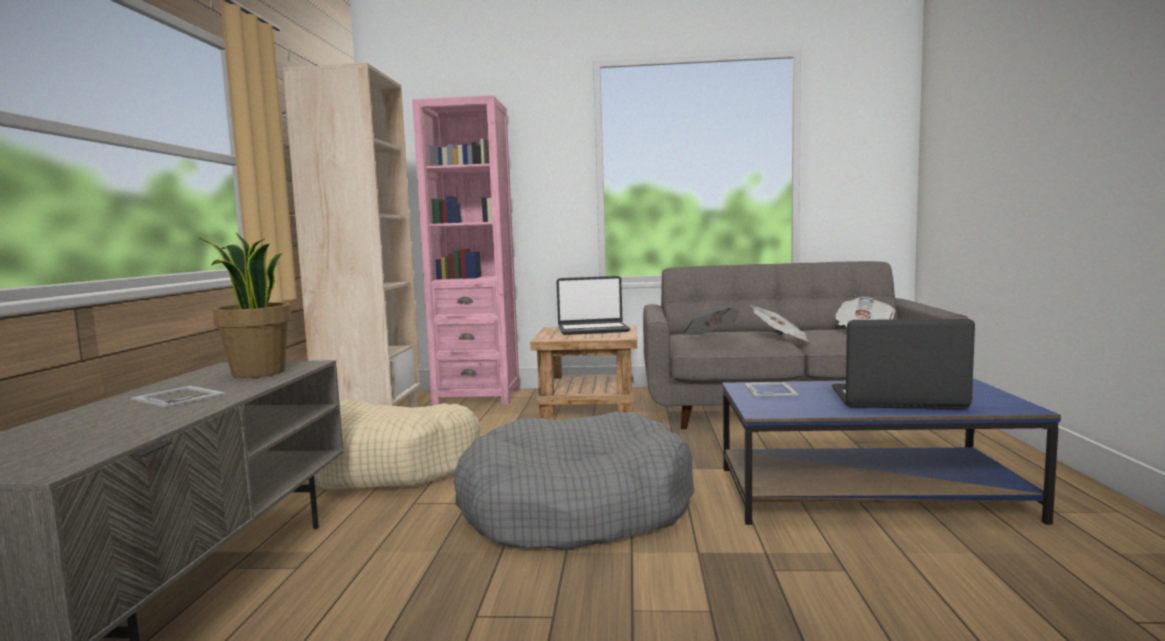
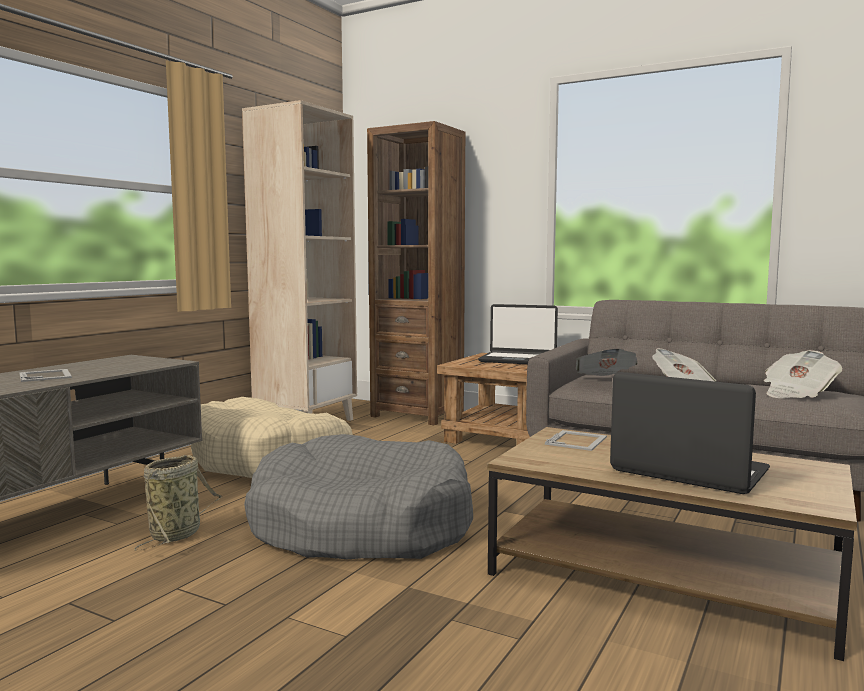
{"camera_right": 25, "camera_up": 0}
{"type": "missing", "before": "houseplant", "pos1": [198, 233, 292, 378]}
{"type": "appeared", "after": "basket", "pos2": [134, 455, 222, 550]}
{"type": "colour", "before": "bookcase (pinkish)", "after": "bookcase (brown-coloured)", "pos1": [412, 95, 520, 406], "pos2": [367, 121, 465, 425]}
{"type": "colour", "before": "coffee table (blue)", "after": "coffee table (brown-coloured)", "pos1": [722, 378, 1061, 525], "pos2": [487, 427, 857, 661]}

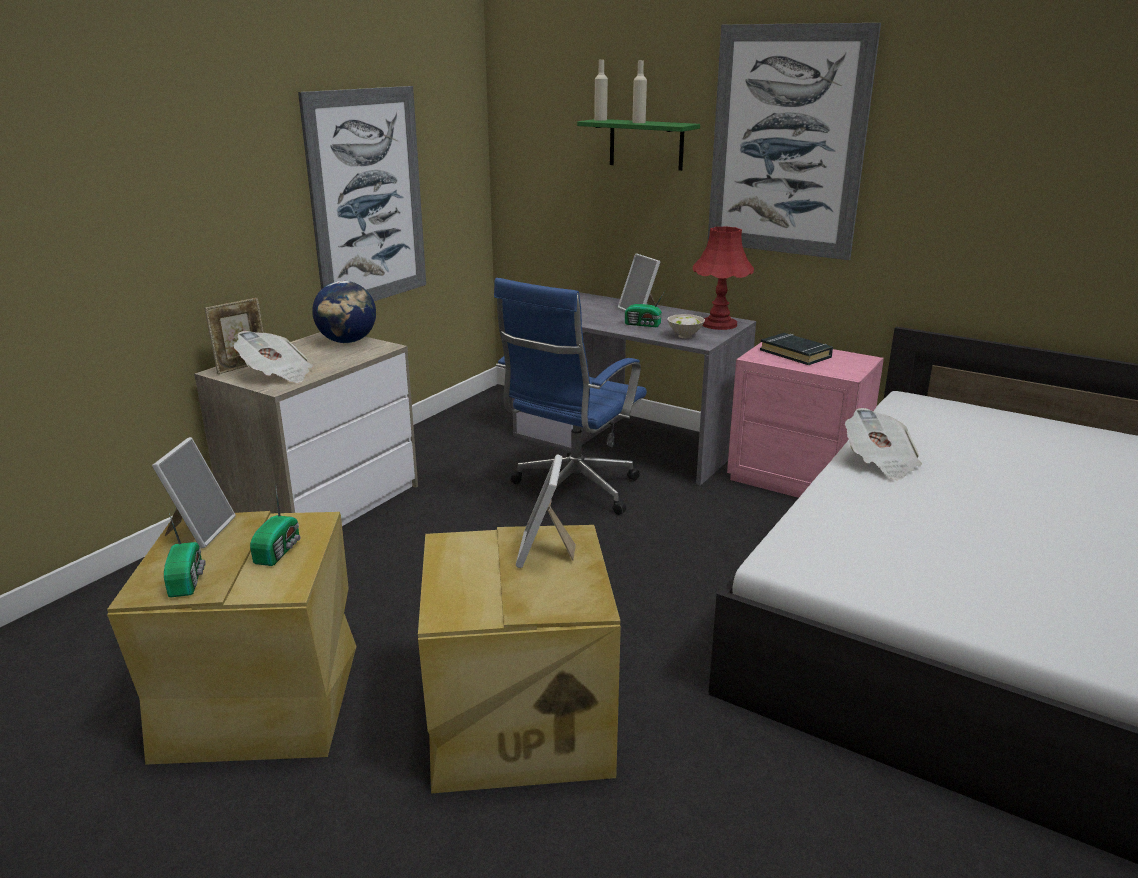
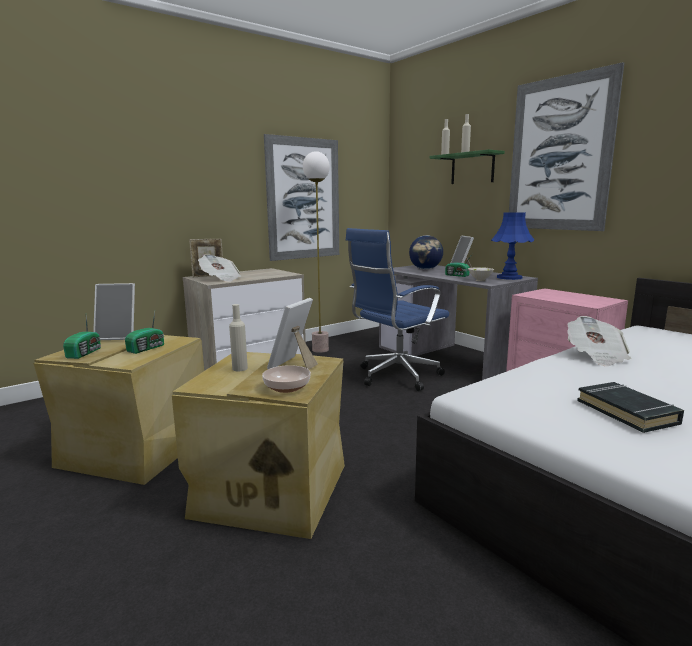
{"camera_right": 20, "camera_up": -10}
{"type": "appeared", "after": "beverage bottle (beige-coloured)", "pos2": [229, 304, 248, 371]}
{"type": "appeared", "after": "bowl", "pos2": [262, 365, 311, 393]}
{"type": "appeared", "after": "floor lamp", "pos2": [303, 151, 330, 353]}
{"type": "relocated", "before": "globe", "pos1": [312, 281, 376, 343], "pos2": [409, 235, 443, 269]}
{"type": "relocated", "before": "book (black-coloured)", "pos1": [760, 333, 833, 365], "pos2": [577, 382, 684, 433]}
{"type": "colour", "before": "lamp for a table (red-coloured)", "after": "lamp for a table (blue)", "pos1": [693, 226, 754, 330], "pos2": [491, 212, 534, 280]}
{"type": "spun", "before": "standing frame", "pos1": [152, 437, 236, 548], "pos2": [93, 283, 135, 340], "turn": 60}

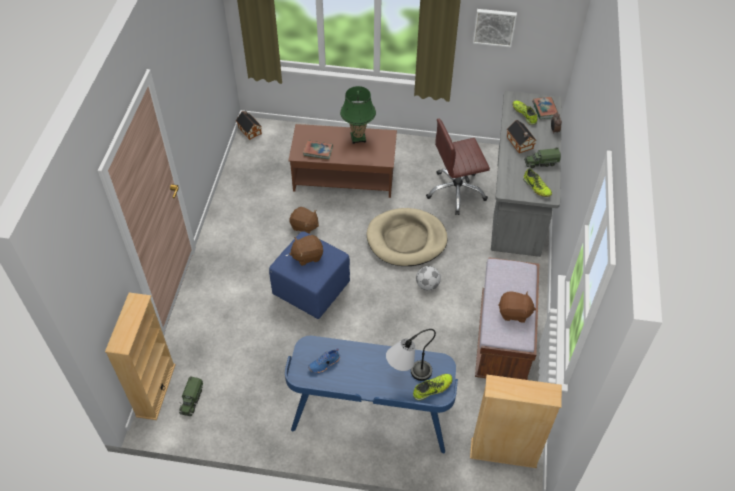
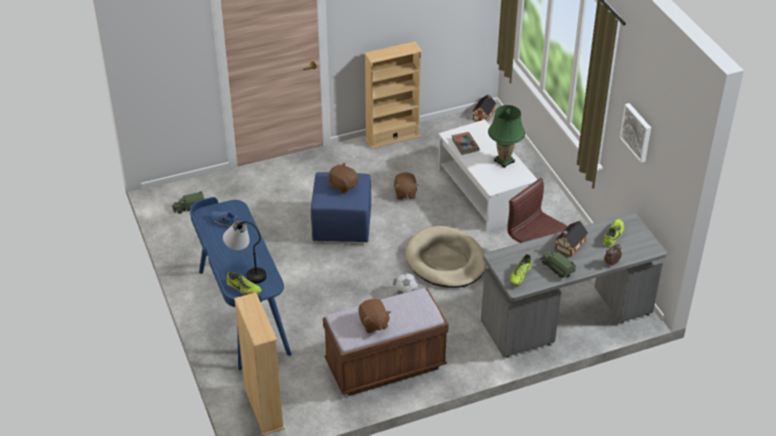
{"camera_right": 60, "camera_up": -10}
{"type": "missing", "before": "book", "pos1": [532, 97, 558, 119]}
{"type": "relocated", "before": "bookcase (beige-coloured)", "pos1": [105, 292, 176, 420], "pos2": [364, 41, 422, 149]}
{"type": "colour", "before": "coffee table (brown-coloured)", "after": "coffee table (white)", "pos1": [288, 124, 397, 198], "pos2": [438, 120, 538, 231]}

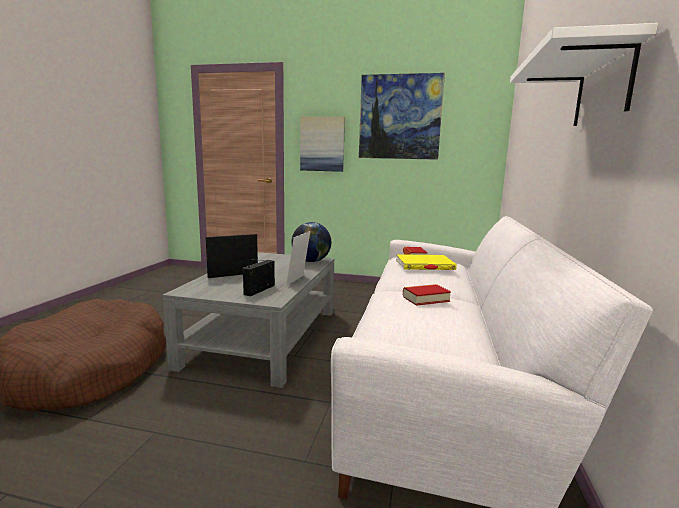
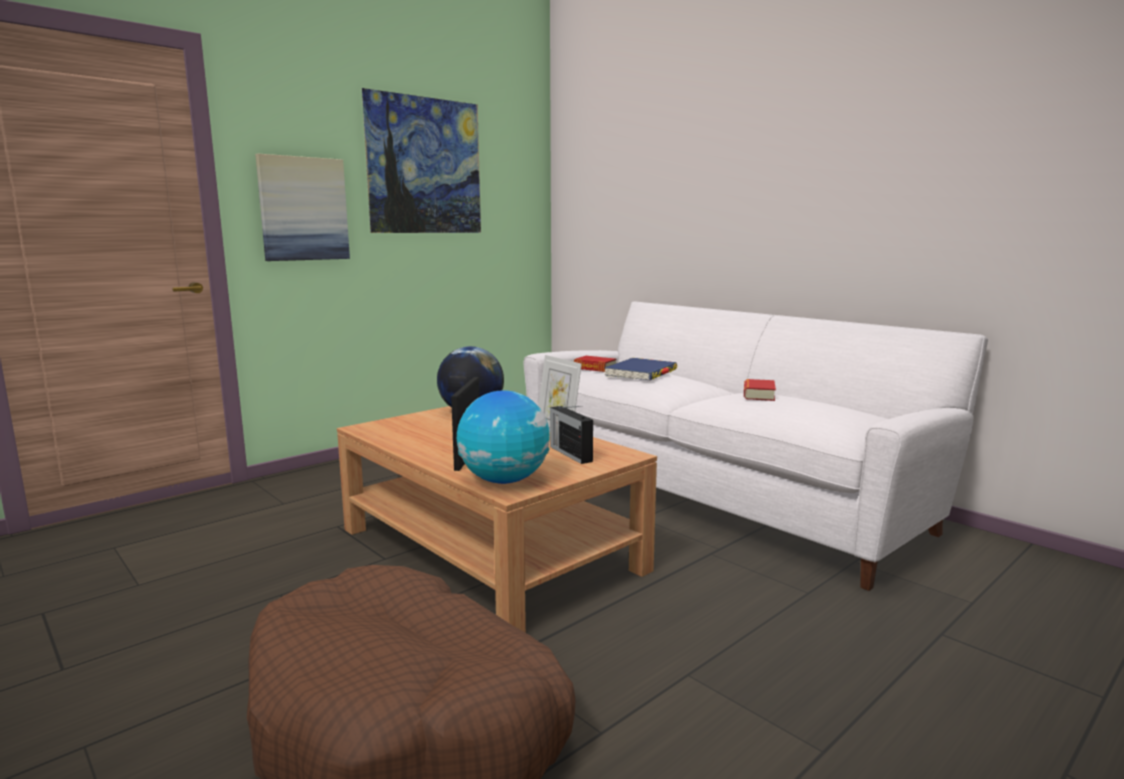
{"camera_right": -55, "camera_up": 0}
{"type": "missing", "before": "wall shelf (white)", "pos1": [510, 23, 658, 126]}
{"type": "appeared", "after": "globe", "pos2": [457, 390, 550, 484]}
{"type": "colour", "before": "coffee table (gray)", "after": "coffee table (brown-coloured)", "pos1": [162, 252, 335, 388], "pos2": [337, 406, 657, 633]}
{"type": "colour", "before": "book (yellow)", "after": "book (blue)", "pos1": [396, 254, 457, 270], "pos2": [604, 358, 677, 380]}

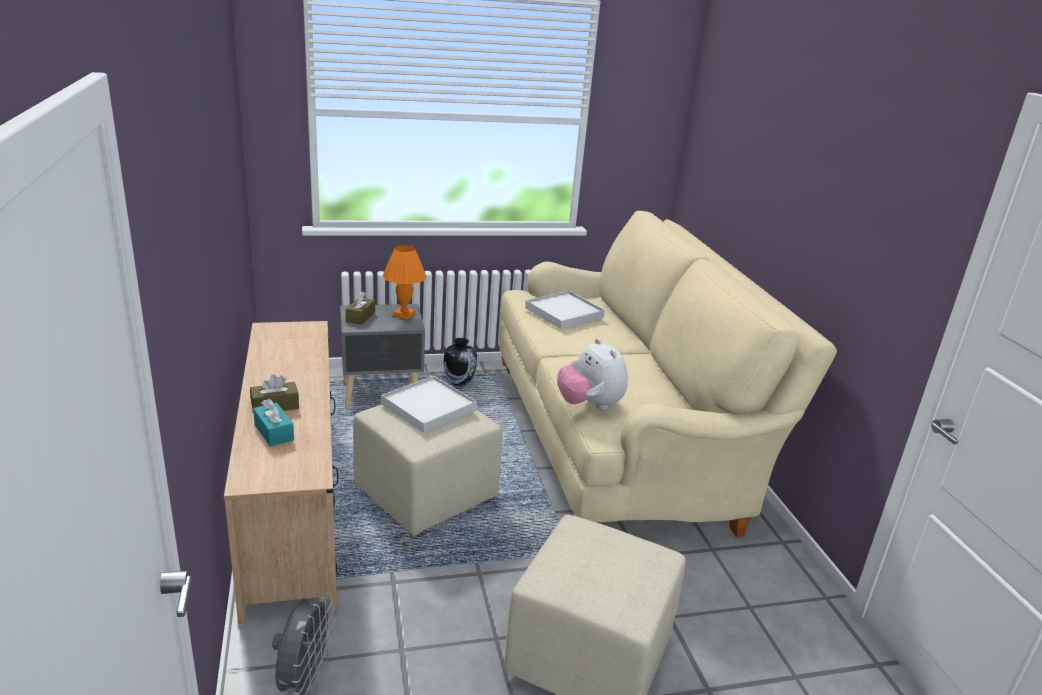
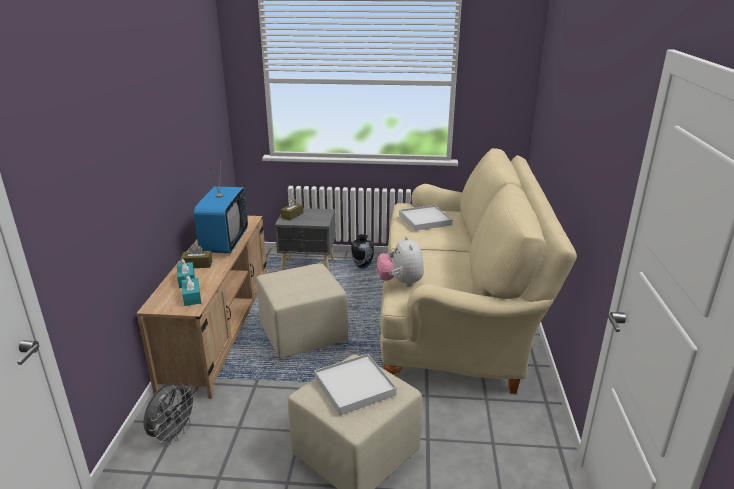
{"camera_right": 20, "camera_up": 0}
{"type": "missing", "before": "lamp for a table (orange-coloured)", "pos1": [383, 245, 426, 320]}
{"type": "appeared", "after": "box of tissues (turquoise)", "pos2": [181, 275, 201, 306]}
{"type": "appeared", "after": "TV", "pos2": [194, 159, 248, 253]}
{"type": "relocated", "before": "tray (white)", "pos1": [381, 376, 477, 433], "pos2": [314, 354, 397, 415]}

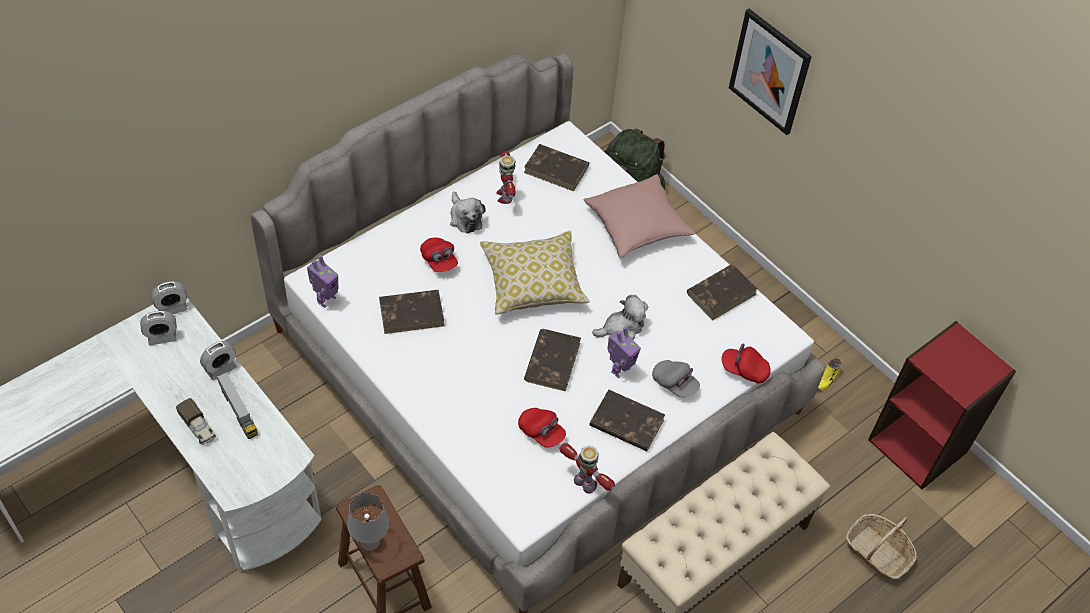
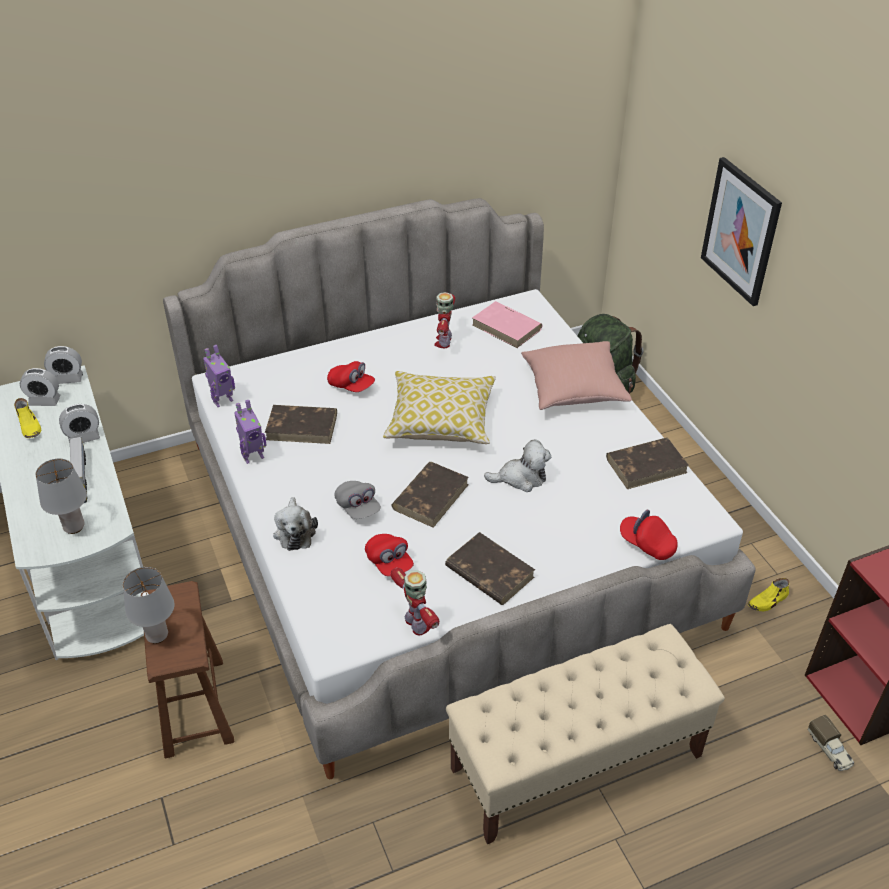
{"camera_right": 20, "camera_up": -10}
{"type": "missing", "before": "basket", "pos1": [846, 514, 917, 580]}
{"type": "appeared", "after": "shoe (yellow)", "pos2": [14, 398, 41, 438]}
{"type": "appeared", "after": "lamp for a table (gray)", "pos2": [35, 459, 87, 534]}
{"type": "relocated", "before": "model truck", "pos1": [176, 398, 216, 445], "pos2": [807, 715, 855, 771]}
{"type": "relocated", "before": "plush toy", "pos1": [450, 192, 486, 234], "pos2": [273, 497, 318, 551]}
{"type": "relocated", "before": "toy robot", "pos1": [608, 326, 641, 378], "pos2": [235, 400, 266, 464]}
{"type": "relocated", "before": "peaked cap (gray)", "pos1": [652, 360, 700, 397], "pos2": [334, 481, 381, 519]}
{"type": "colour", "before": "book (brown-coloured)", "after": "book (pinkish)", "pos1": [524, 144, 589, 192], "pos2": [472, 301, 542, 348]}
{"type": "spun", "before": "peaked cap (red-coloured)", "pos1": [420, 238, 458, 272], "pos2": [327, 361, 375, 392], "turn": -45}

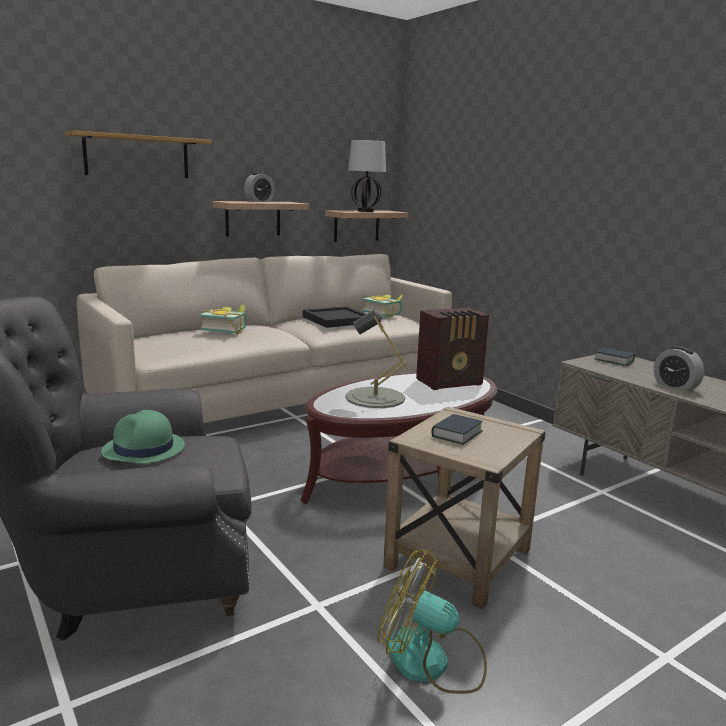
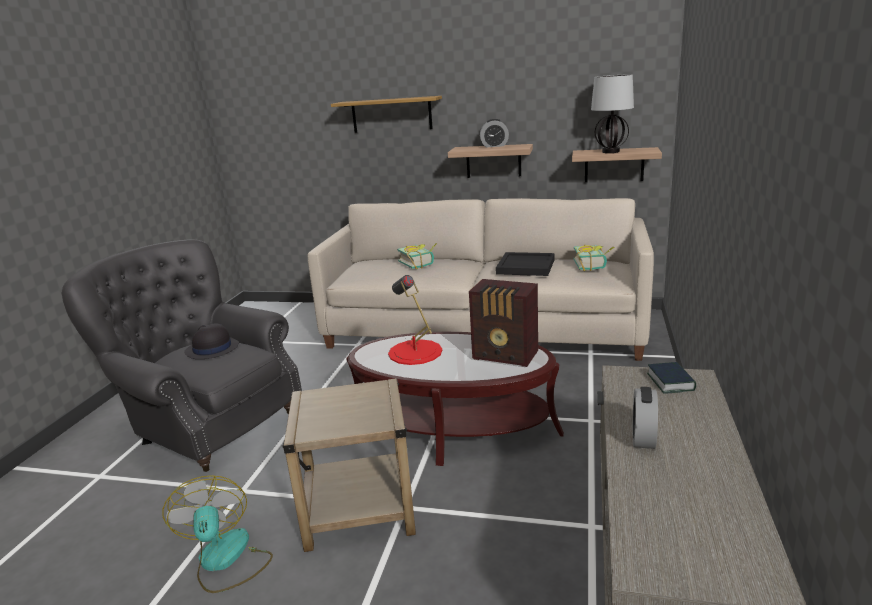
{"camera_right": 50, "camera_up": 5}
{"type": "missing", "before": "book", "pos1": [431, 414, 483, 445]}
{"type": "colour", "before": "hat (green)", "after": "hat (black-coloured)", "pos1": [101, 410, 185, 464], "pos2": [184, 323, 239, 359]}
{"type": "colour", "before": "lamp for a table (gray)", "after": "lamp for a table (red-coloured)", "pos1": [346, 310, 407, 408], "pos2": [388, 275, 442, 365]}

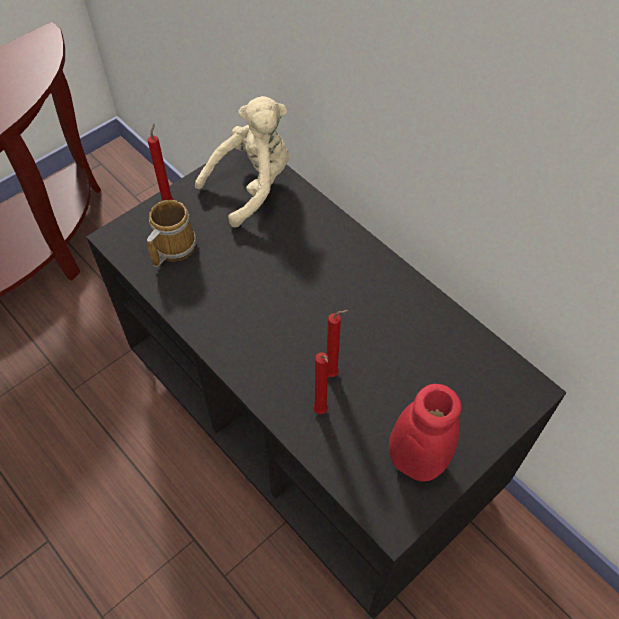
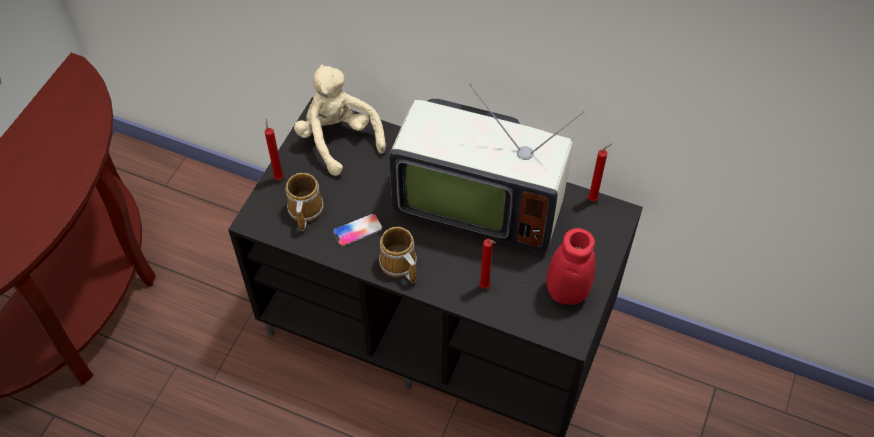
{"camera_right": -25, "camera_up": 0}
{"type": "appeared", "after": "phone", "pos2": [333, 213, 383, 246]}
{"type": "appeared", "after": "mug", "pos2": [379, 227, 417, 283]}
{"type": "appeared", "after": "TV", "pos2": [389, 84, 585, 252]}
{"type": "relocated", "before": "wax light (red-coloured)", "pos1": [327, 310, 349, 377], "pos2": [588, 144, 612, 201]}
{"type": "spun", "before": "plush toy (beige-coloured)", "pos1": [195, 96, 289, 227], "pos2": [294, 64, 386, 176], "turn": -60}

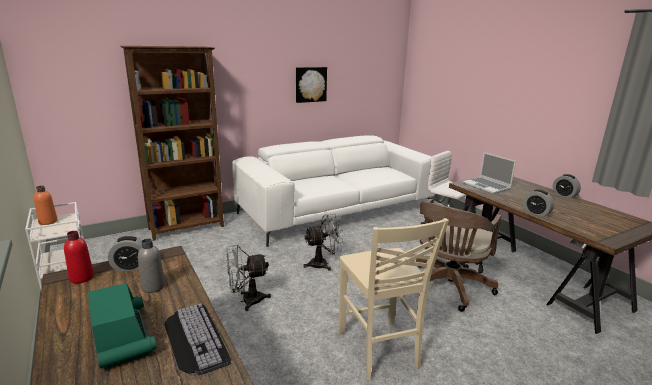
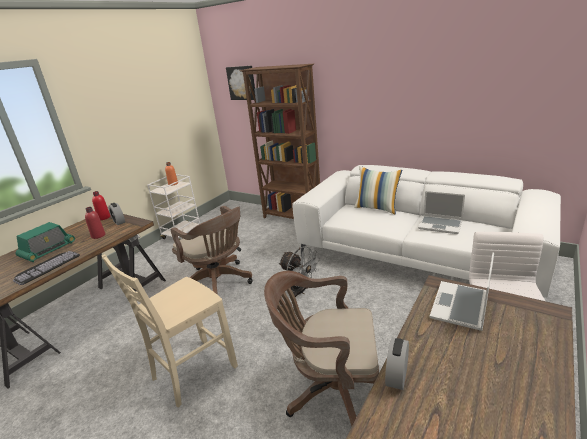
{"camera_right": 65, "camera_up": 5}
{"type": "missing", "before": "table clock", "pos1": [553, 174, 581, 199]}
{"type": "appeared", "after": "pillow", "pos2": [354, 166, 402, 214]}
{"type": "appeared", "after": "notebook computer", "pos2": [418, 191, 465, 234]}
{"type": "relocated", "before": "wall art", "pos1": [296, 67, 327, 103], "pos2": [226, 66, 255, 100]}
{"type": "exchanged", "before": "electric fan (gray)", "after": "office chair (brown-coloured)", "pos1": [226, 245, 271, 311], "pos2": [171, 206, 253, 295]}
{"type": "colour", "before": "beverage bottle (gray)", "after": "beverage bottle (red-coloured)", "pos1": [138, 239, 165, 293], "pos2": [85, 207, 105, 239]}

